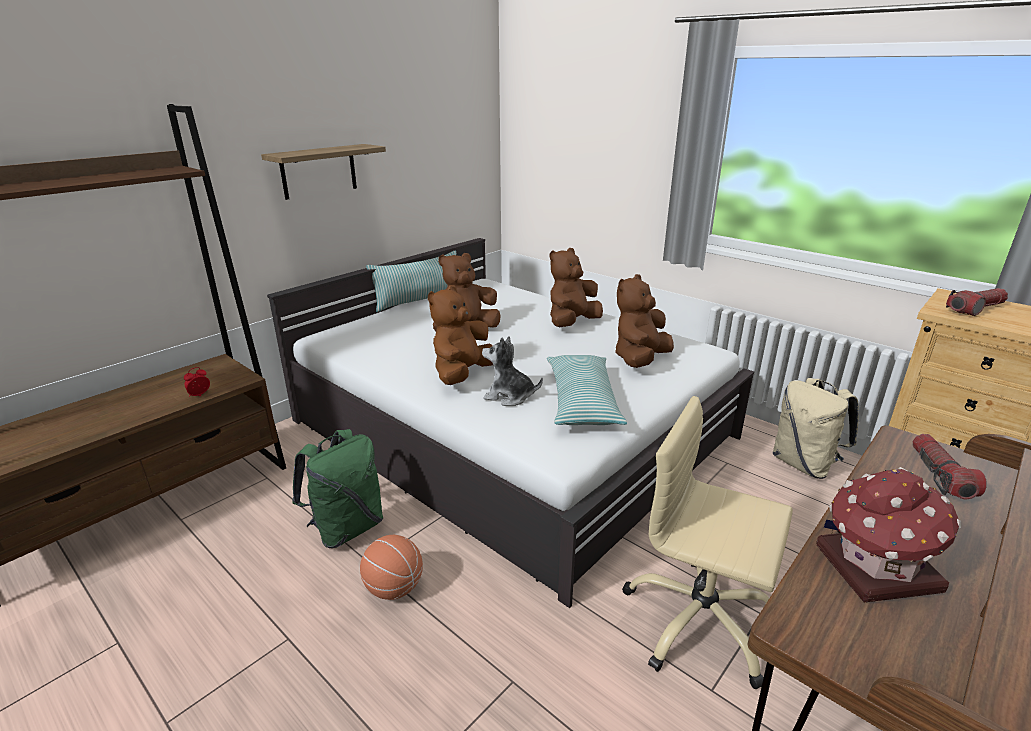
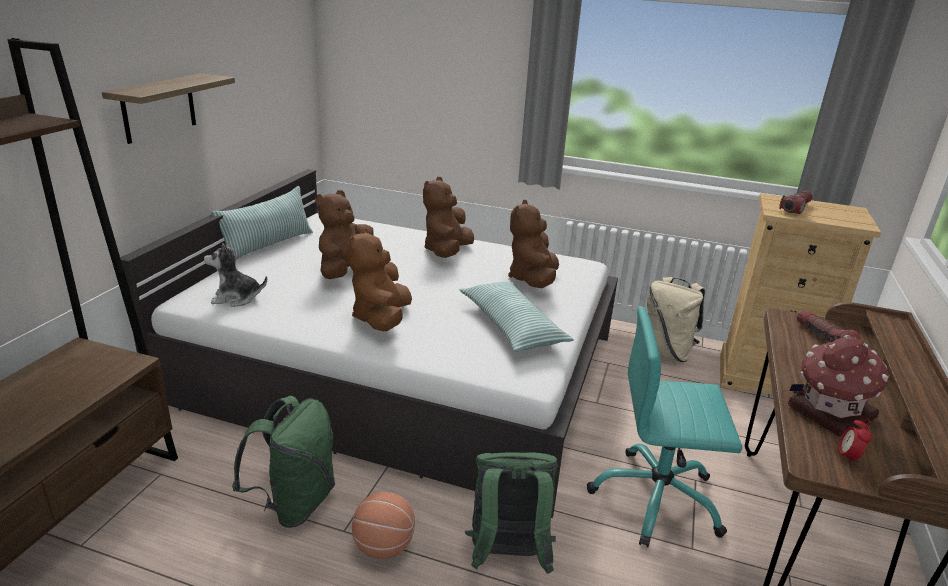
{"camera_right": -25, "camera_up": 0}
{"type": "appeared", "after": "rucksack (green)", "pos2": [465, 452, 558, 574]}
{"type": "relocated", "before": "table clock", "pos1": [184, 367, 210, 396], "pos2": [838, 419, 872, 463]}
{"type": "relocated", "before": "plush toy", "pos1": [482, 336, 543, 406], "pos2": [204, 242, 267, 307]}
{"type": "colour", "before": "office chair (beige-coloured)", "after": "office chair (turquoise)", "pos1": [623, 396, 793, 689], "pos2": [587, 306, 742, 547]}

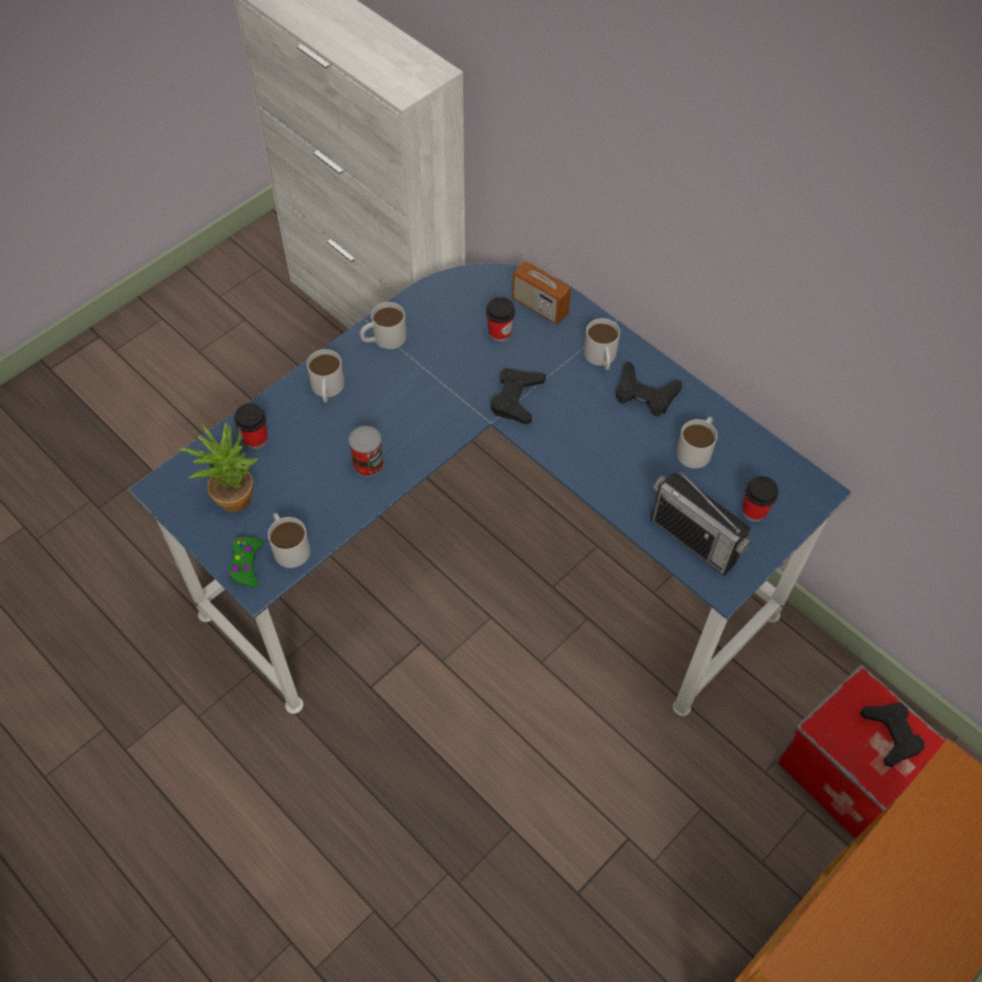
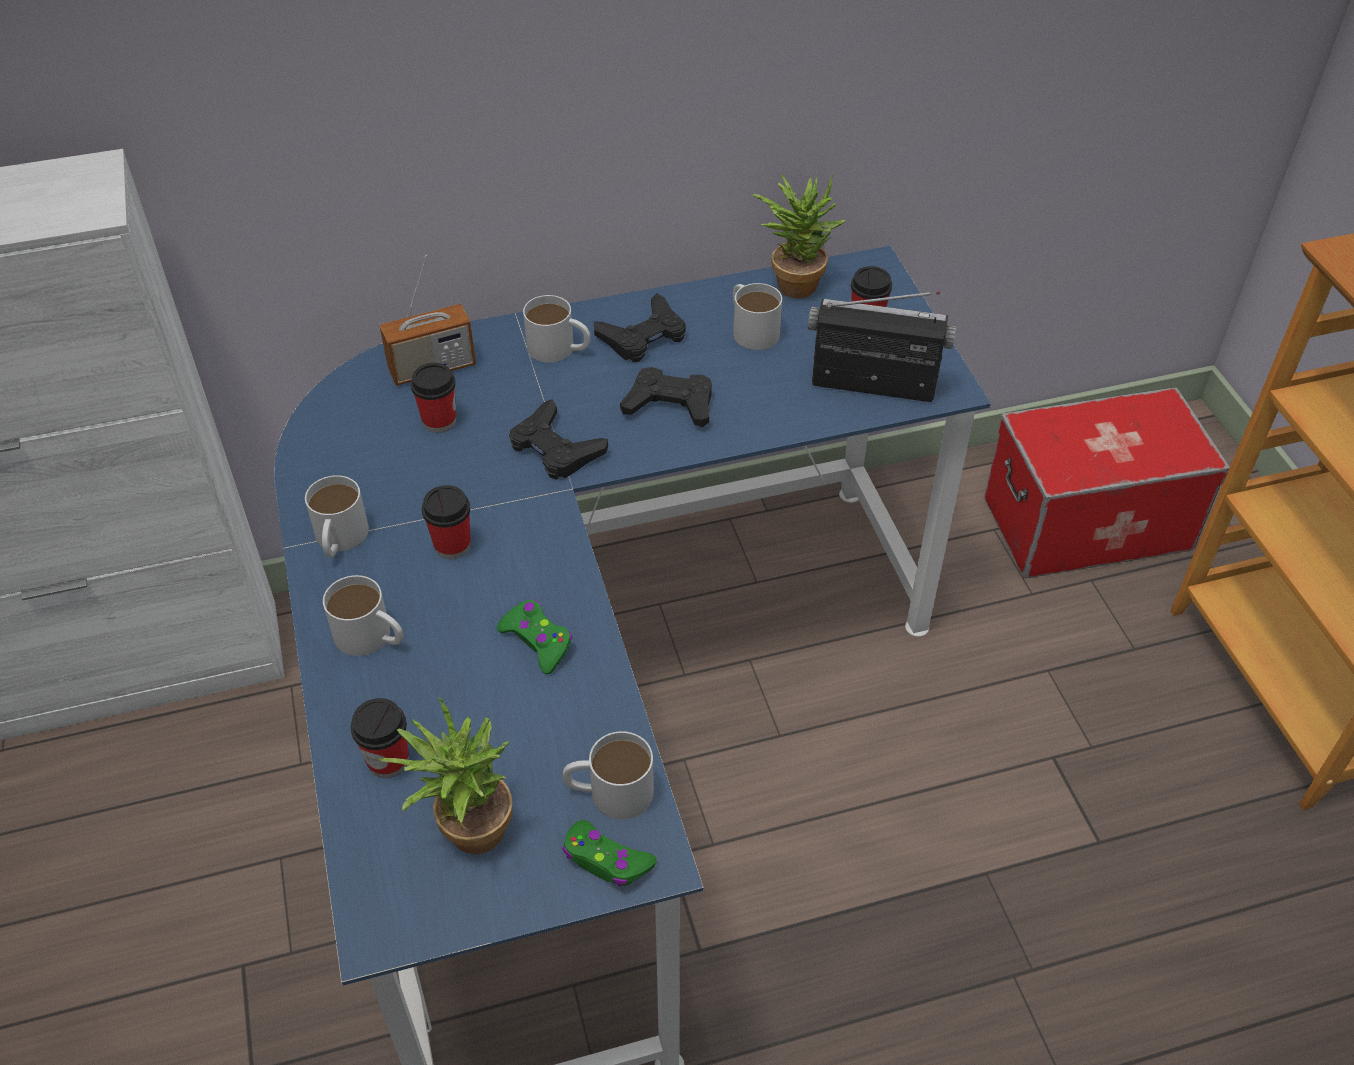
{"camera_right": -60, "camera_up": -10}
{"type": "appeared", "after": "drinking cup", "pos2": [422, 485, 471, 559]}
{"type": "appeared", "after": "houseplant", "pos2": [753, 174, 845, 299]}
{"type": "relocated", "before": "game controller (black-coloured)", "pos1": [860, 702, 925, 767], "pos2": [620, 367, 712, 427]}
{"type": "exchanged", "before": "can", "after": "game controller (green)", "pos1": [349, 426, 384, 477], "pos2": [497, 600, 573, 674]}
{"type": "spun", "before": "radio set", "pos1": [651, 469, 752, 576], "pos2": [808, 291, 956, 402], "turn": -150}

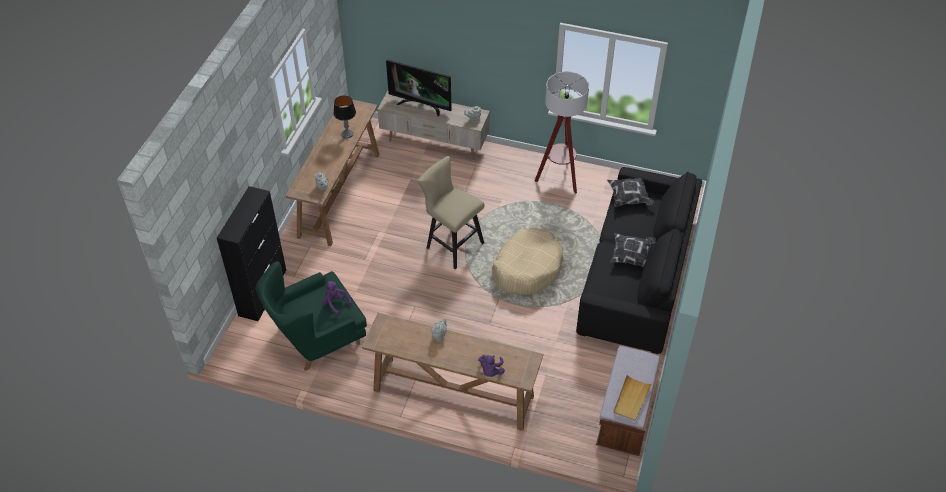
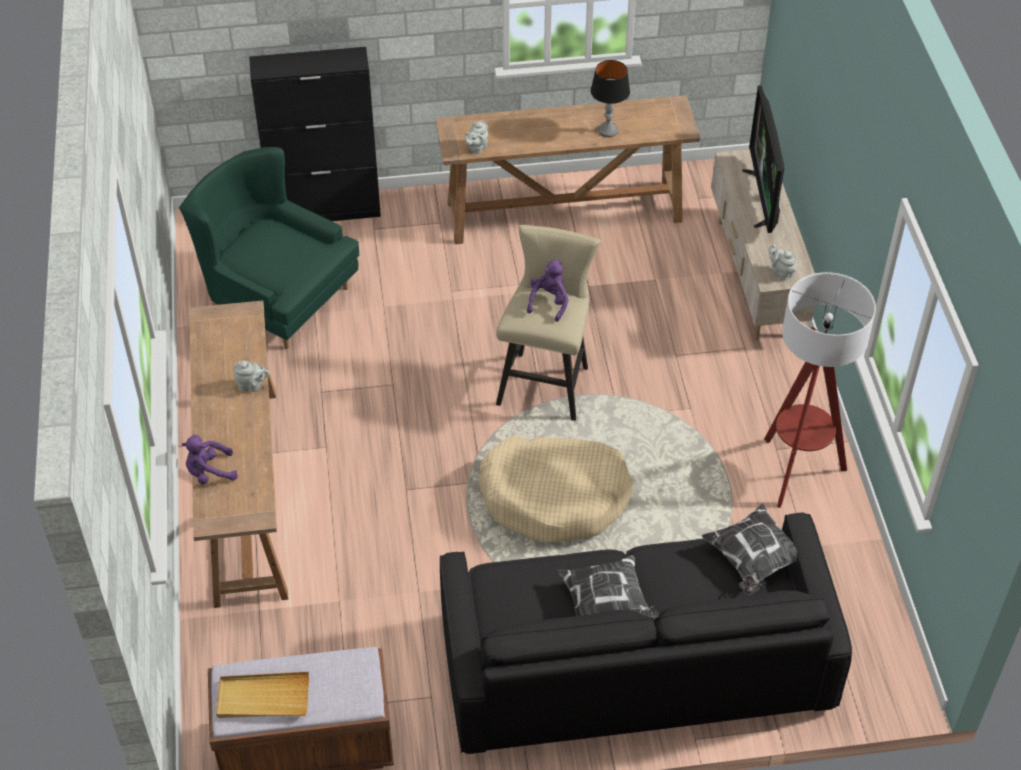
{"camera_right": 65, "camera_up": 0}
{"type": "relocated", "before": "plush toy (purple)", "pos1": [322, 281, 352, 315], "pos2": [527, 260, 569, 322]}

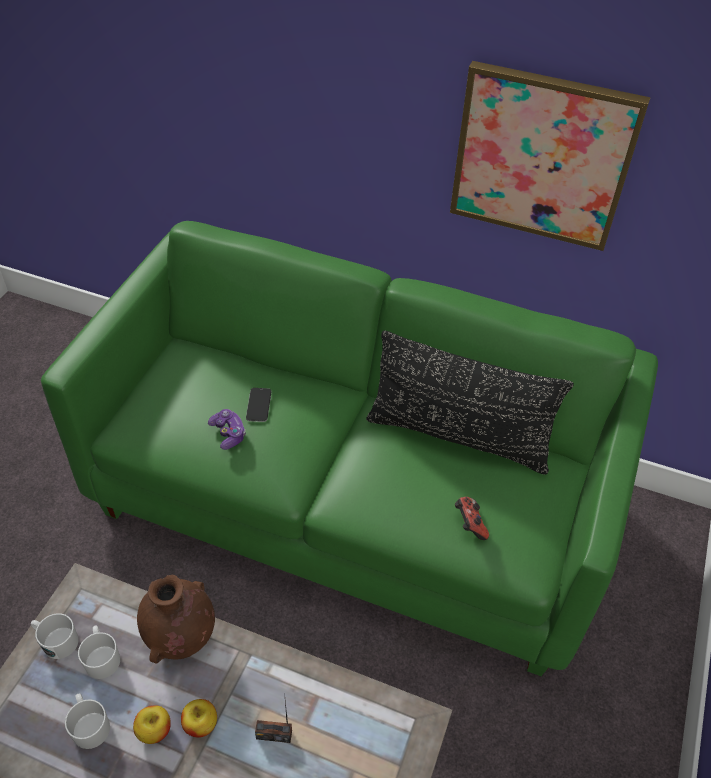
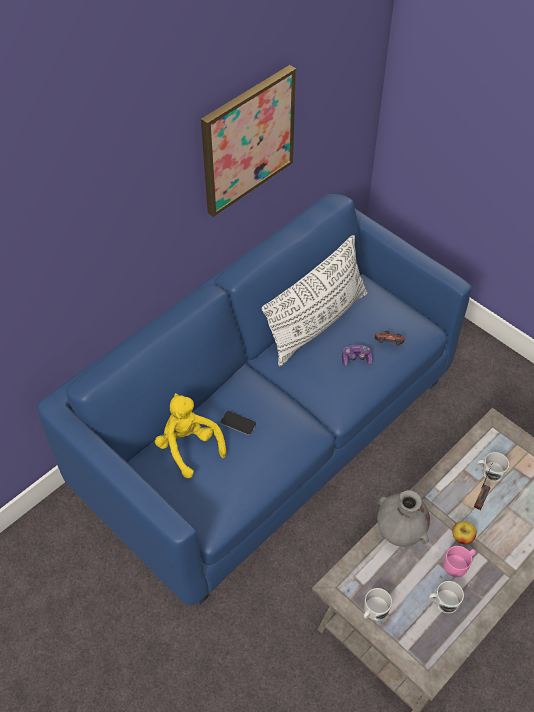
{"camera_right": -65, "camera_up": 5}
{"type": "appeared", "after": "plush toy (yellow)", "pos2": [155, 393, 227, 478]}
{"type": "relocated", "before": "mug (white)", "pos1": [78, 625, 120, 679], "pos2": [477, 452, 509, 482]}
{"type": "relocated", "before": "game controller", "pos1": [208, 409, 246, 450], "pos2": [342, 345, 373, 367]}
{"type": "exchanged", "before": "apple fruit", "after": "mug (pinkish)", "pos1": [133, 705, 171, 744], "pos2": [444, 546, 476, 577]}
{"type": "colour", "before": "settee (green)", "after": "settee (blue)", "pos1": [41, 221, 658, 676], "pos2": [37, 194, 472, 605]}
{"type": "colour", "before": "vase (brown-coloured)", "after": "vase (gray)", "pos1": [137, 575, 215, 663], "pos2": [377, 490, 430, 547]}
{"type": "colour", "before": "pillow (black-coloured)", "after": "pillow (white)", "pos1": [366, 331, 574, 475], "pos2": [262, 235, 368, 366]}

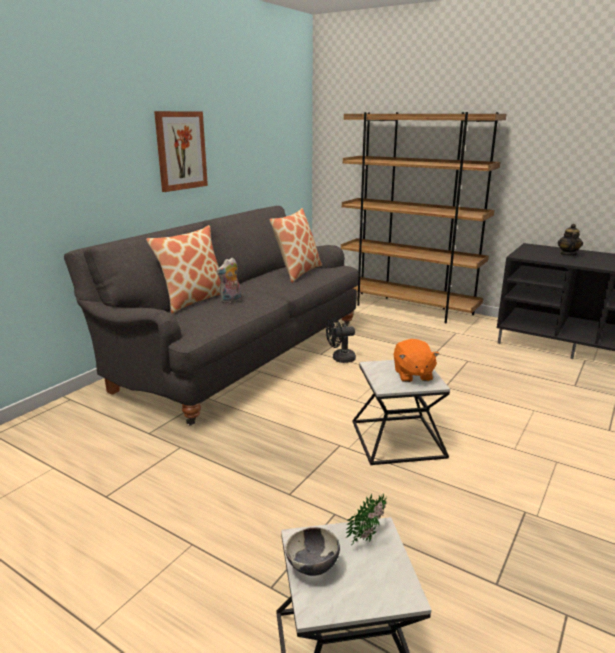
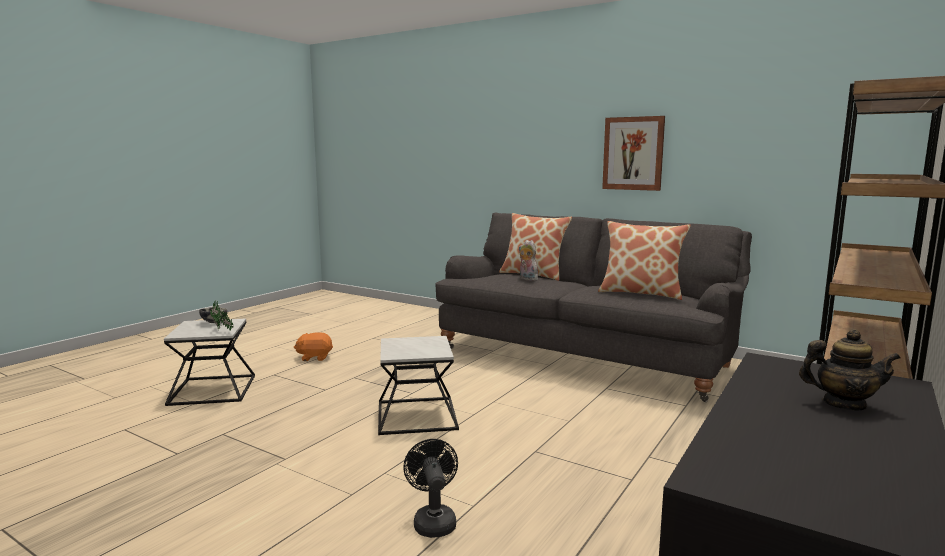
{"camera_right": 90, "camera_up": -10}
{"type": "relocated", "before": "electric fan (black-coloured)", "pos1": [326, 318, 356, 363], "pos2": [403, 439, 458, 538]}
{"type": "relocated", "before": "plush toy (orange-coloured)", "pos1": [394, 339, 439, 382], "pos2": [294, 332, 333, 361]}

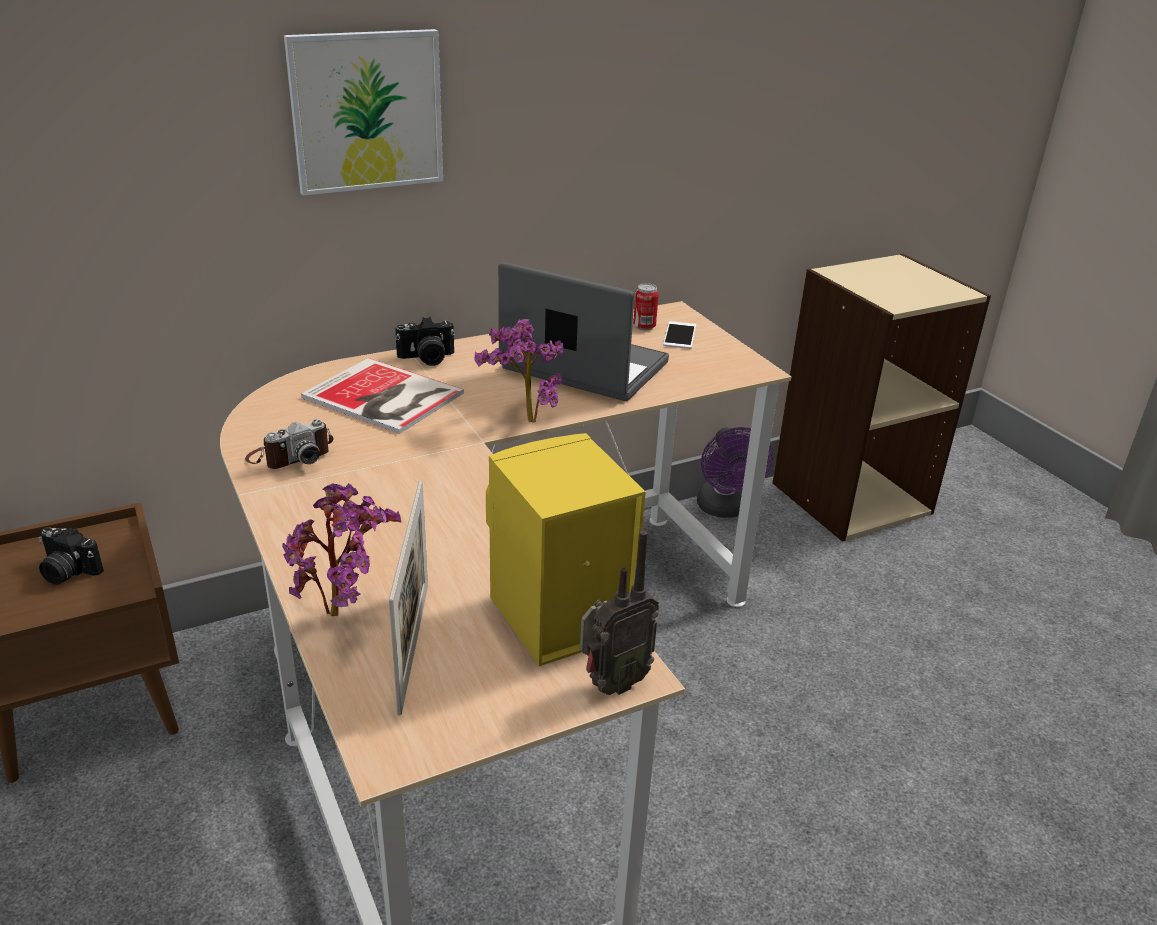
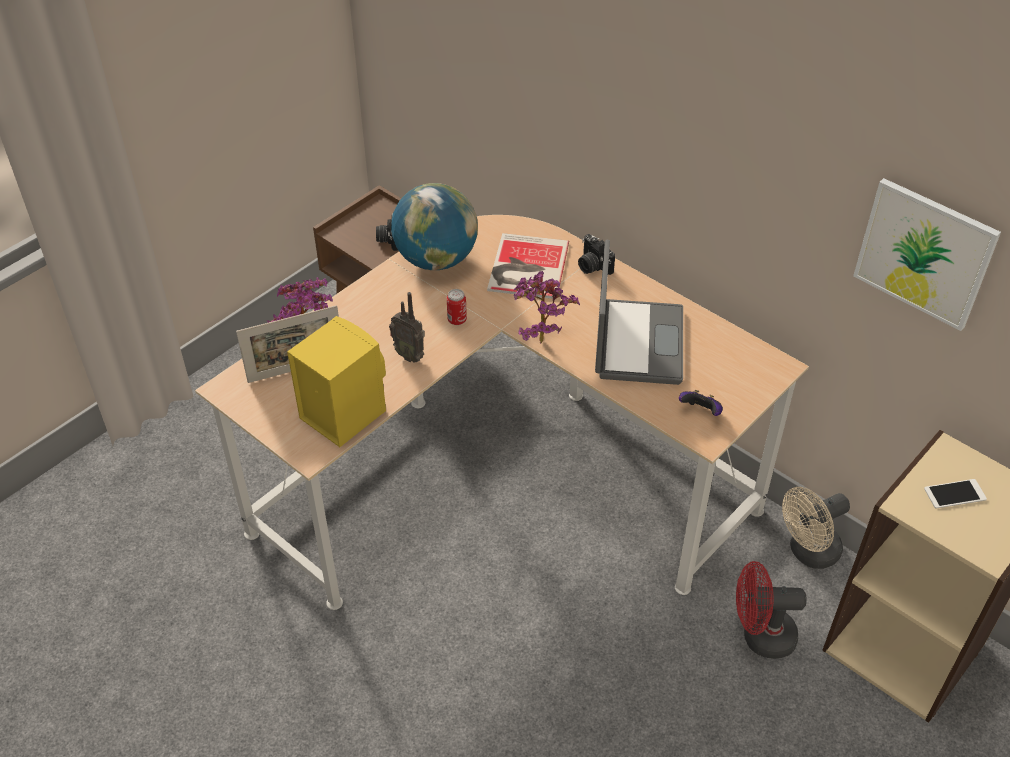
{"camera_right": 70, "camera_up": 15}
{"type": "appeared", "after": "game controller", "pos2": [679, 390, 723, 416]}
{"type": "appeared", "after": "electric fan (red-coloured)", "pos2": [736, 561, 807, 659]}
{"type": "relocated", "before": "wall art", "pos1": [284, 29, 443, 196], "pos2": [853, 178, 1001, 331]}
{"type": "relocated", "before": "radio set", "pos1": [580, 530, 659, 695], "pos2": [389, 292, 425, 363]}
{"type": "relocated", "before": "can", "pos1": [633, 283, 659, 331], "pos2": [447, 289, 467, 325]}
{"type": "relocated", "before": "phone", "pos1": [663, 321, 696, 349], "pos2": [924, 479, 987, 509]}
{"type": "exchanged", "before": "photo camera", "after": "globe", "pos1": [245, 419, 333, 469], "pos2": [391, 183, 478, 270]}
{"type": "colour", "before": "electric fan (purple)", "after": "electric fan (beige-coloured)", "pos1": [697, 427, 773, 518], "pos2": [782, 487, 850, 569]}

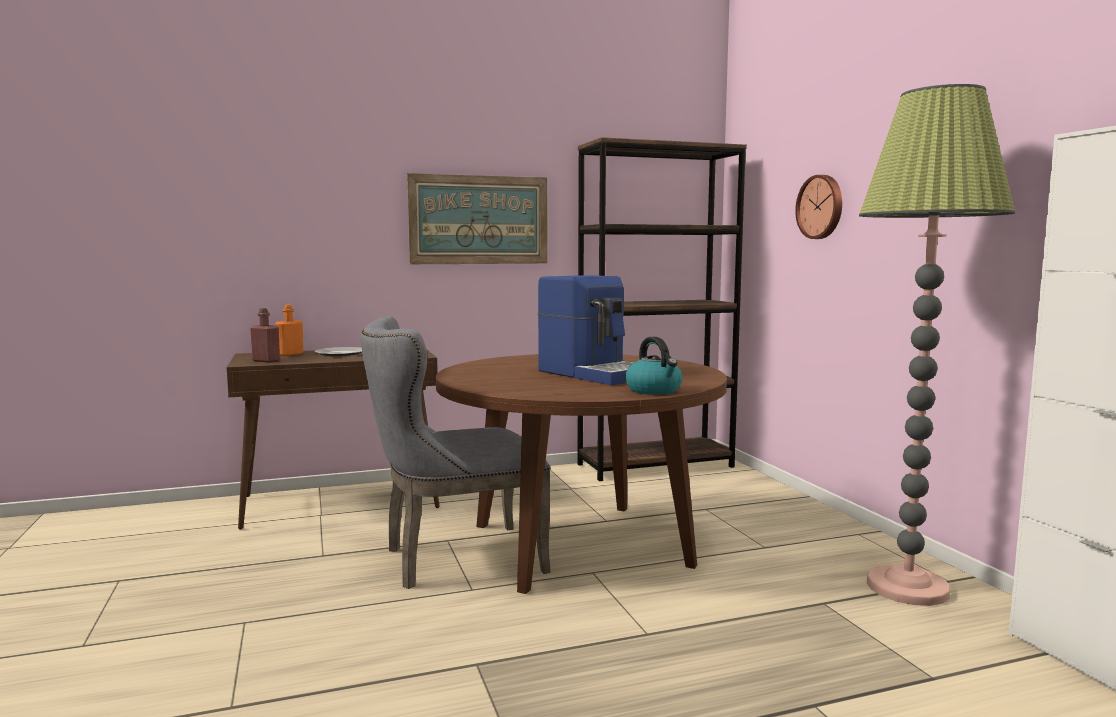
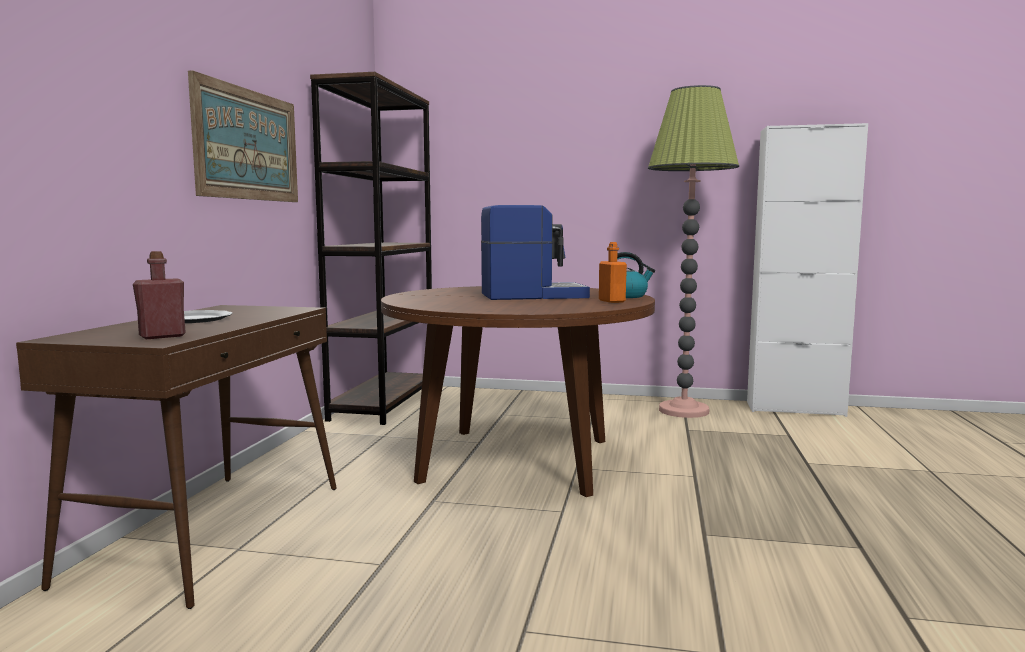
{"camera_right": -60, "camera_up": 0}
{"type": "missing", "before": "upright chair (gray)", "pos1": [361, 316, 551, 589]}
{"type": "missing", "before": "hanging clock", "pos1": [795, 175, 842, 239]}
{"type": "relocated", "before": "beverage bottle (orange-coloured)", "pos1": [275, 305, 303, 356], "pos2": [599, 242, 627, 303]}

